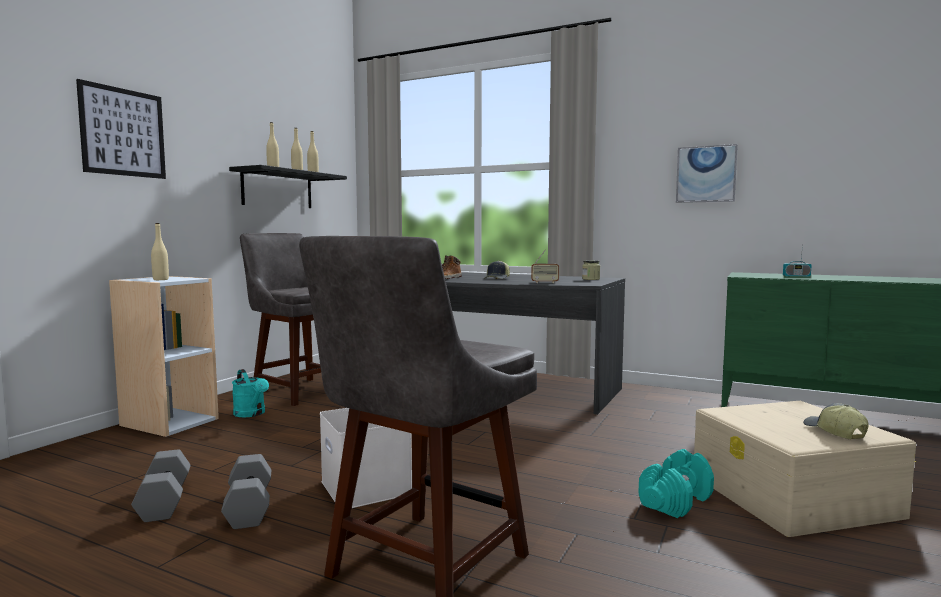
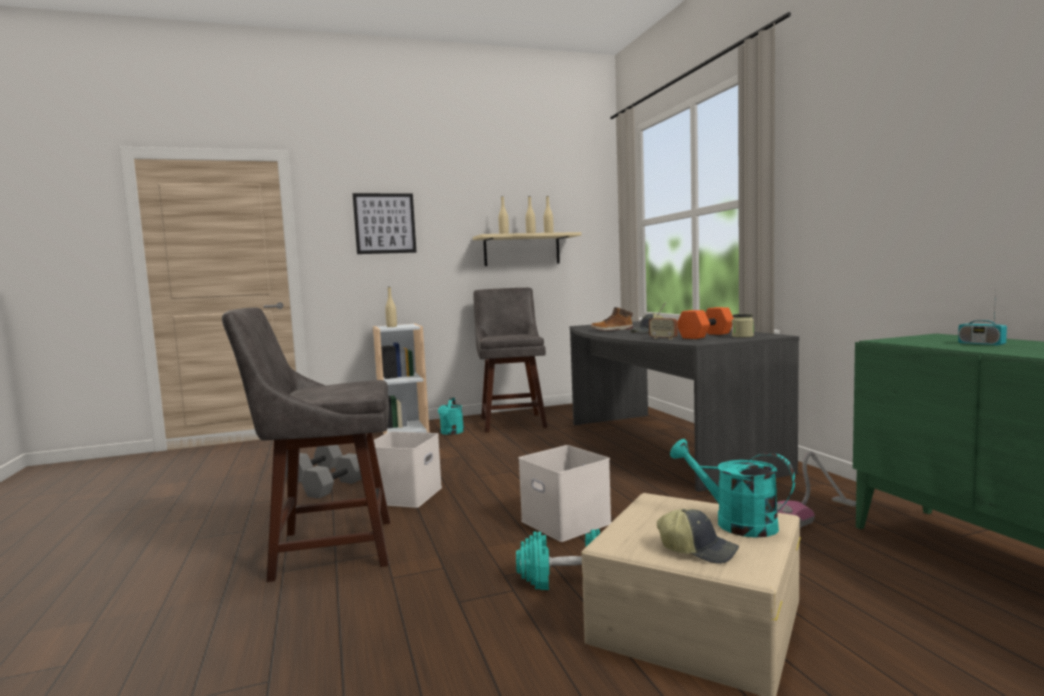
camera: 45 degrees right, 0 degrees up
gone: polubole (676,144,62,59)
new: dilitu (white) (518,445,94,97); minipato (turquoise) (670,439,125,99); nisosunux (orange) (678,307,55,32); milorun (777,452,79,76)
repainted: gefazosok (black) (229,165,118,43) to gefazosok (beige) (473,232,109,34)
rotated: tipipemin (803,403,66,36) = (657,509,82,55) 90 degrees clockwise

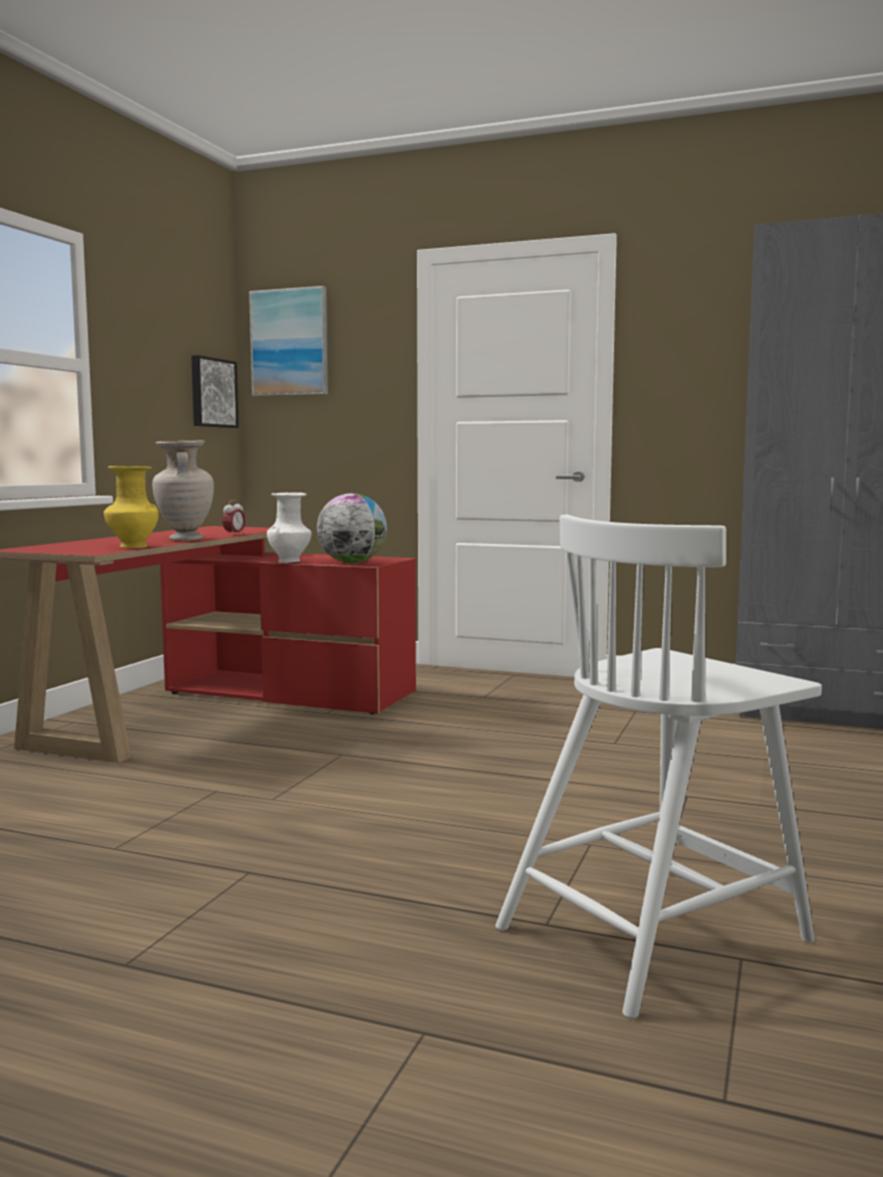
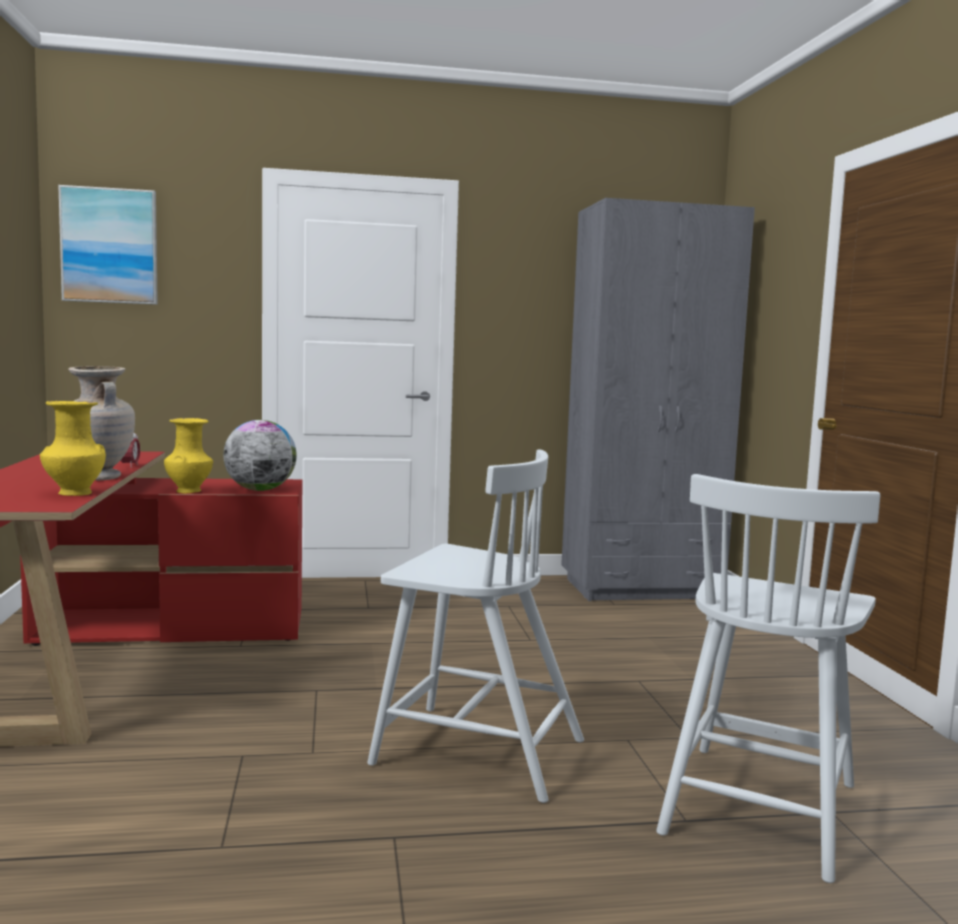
camera: 30 degrees left, 0 degrees up
gone: polubole (191,355,48,73)
new: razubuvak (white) (367,449,217,354)
repainted: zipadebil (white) (267,492,45,71) to zipadebil (yellow) (164,418,49,75)

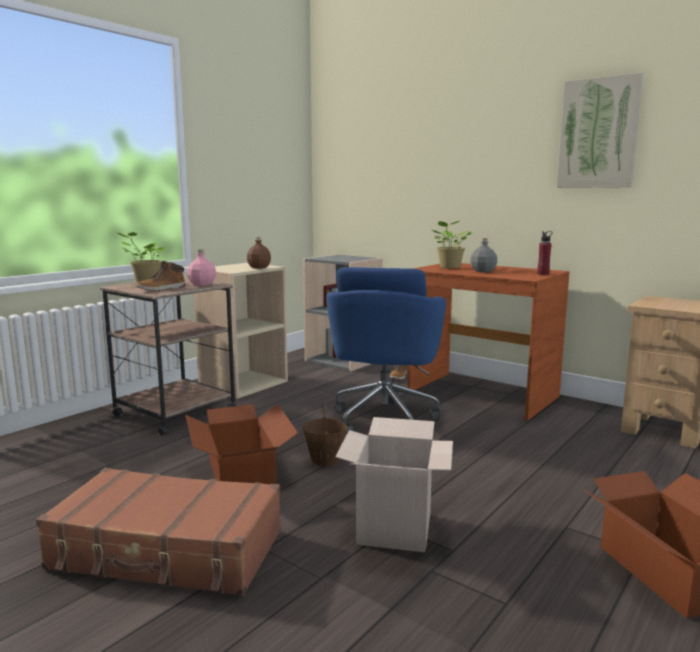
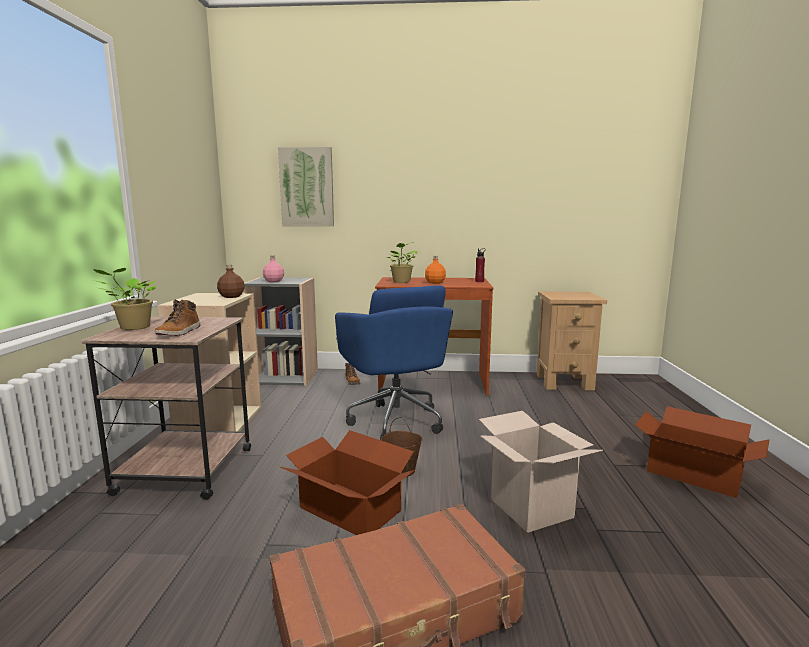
camera: 35 degrees left, 0 degrees up
shifted: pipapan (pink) (187,249,29,37) to (263,255,21,27); polubole (557,72,86,116) to (278,147,56,79)
repainted: pipapan (grey) (470,238,27,34) to pipapan (orange) (425,256,21,28)

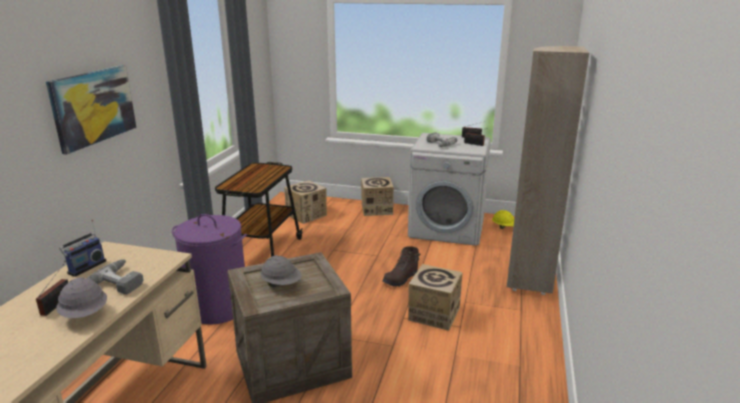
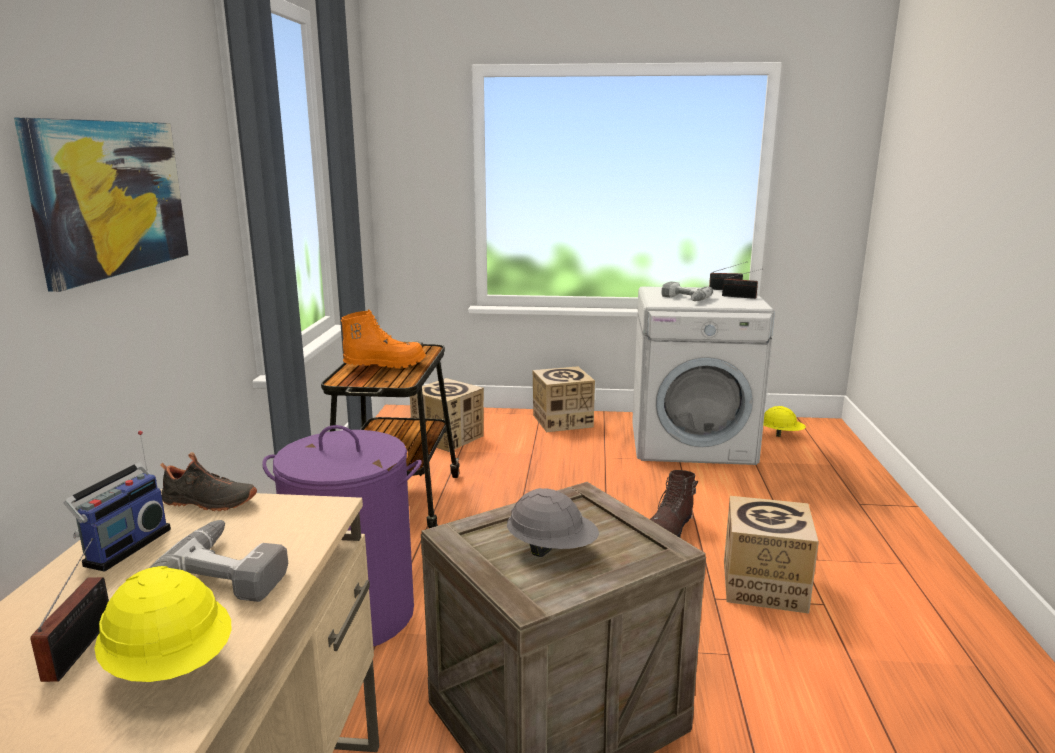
camera: 10 degrees left, 5 degrees down
gone: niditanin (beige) (507,46,82,249)
new: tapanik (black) (160,452,97,59); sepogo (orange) (341,309,85,59)
repainted: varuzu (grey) (56,278,51,40) to varuzu (yellow) (94,566,137,116)

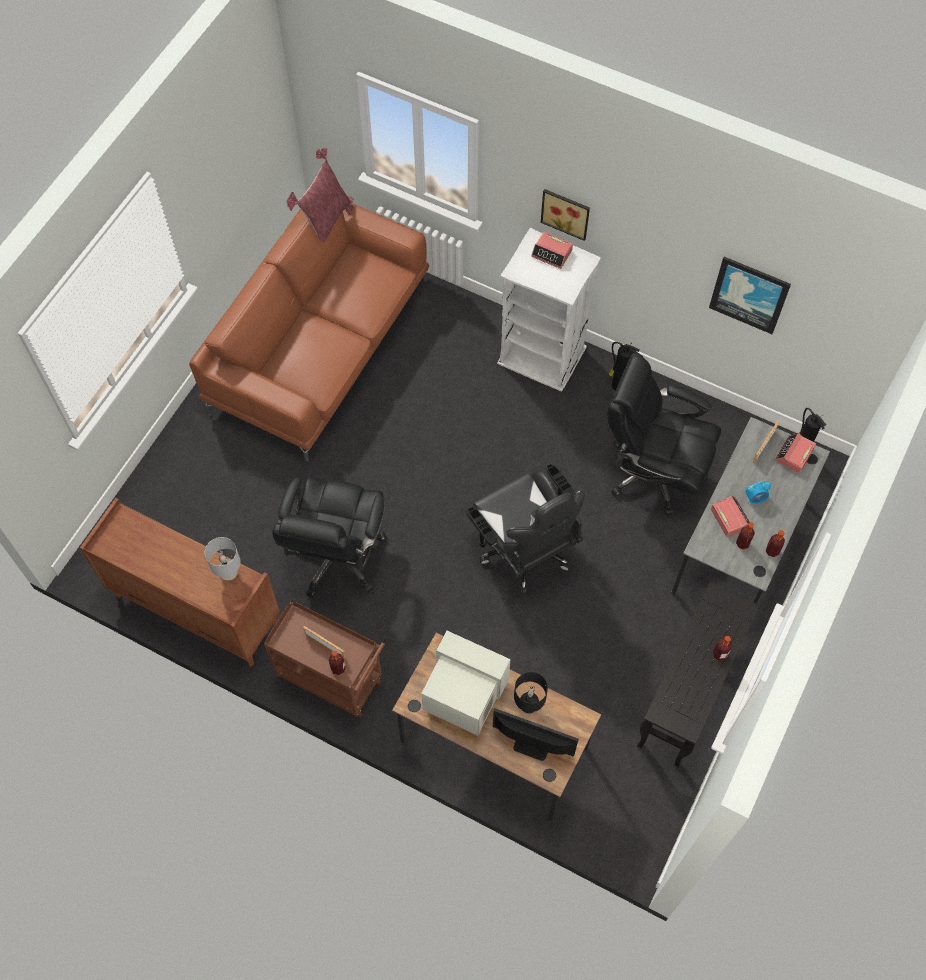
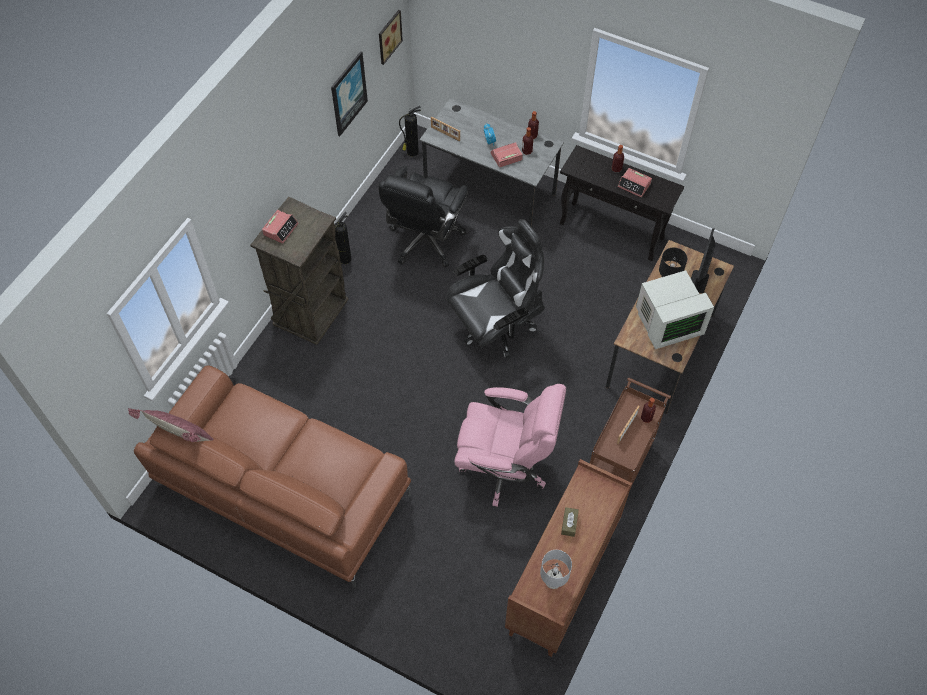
camera: 90 degrees left, 5 degrees down
new: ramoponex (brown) (561,507,18,30)
shifted: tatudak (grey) (205,537,36,44) to (540,550,32,39); polubole (541,189,49,52) to (379,10,24,55); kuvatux (775,433,41,40) to (618,168,34,29)
repainted: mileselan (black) (272,477,115,120) to mileselan (pink) (454,384,112,123); niditanin (white) (497,228,104,163) to niditanin (brown) (250,197,99,148)
rotated: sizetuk (421,630,90,106) = (636,270,78,79) 135 degrees counterclockwise

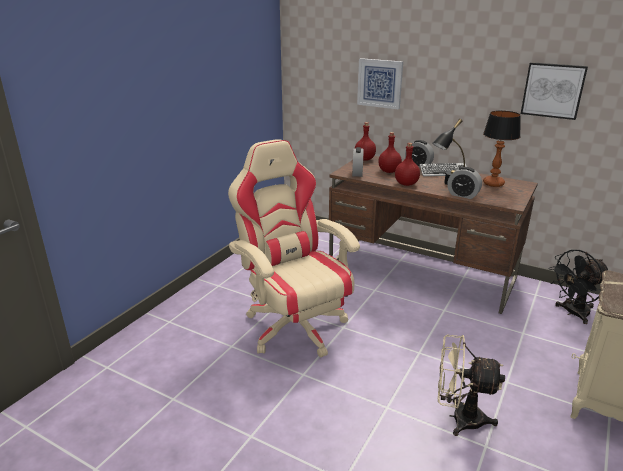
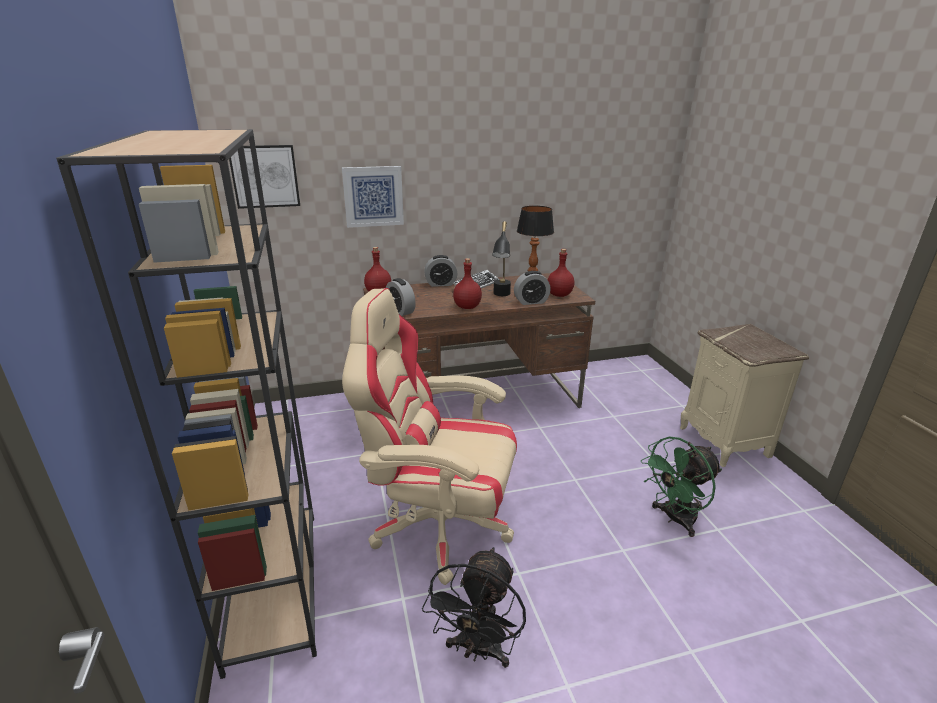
camera: 45 degrees left, 0 degrees up
new: niditanin (56,129,261,550)
shifted: pipapan (red) (378,132,24,41) to (548,249,26,48); polubole (521,62,67,58) to (229,145,71,64); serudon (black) (549,250,59,74) to (422,547,104,121)
repainted: serudon (beige) (438,334,67,102) to serudon (green) (641,436,81,101)

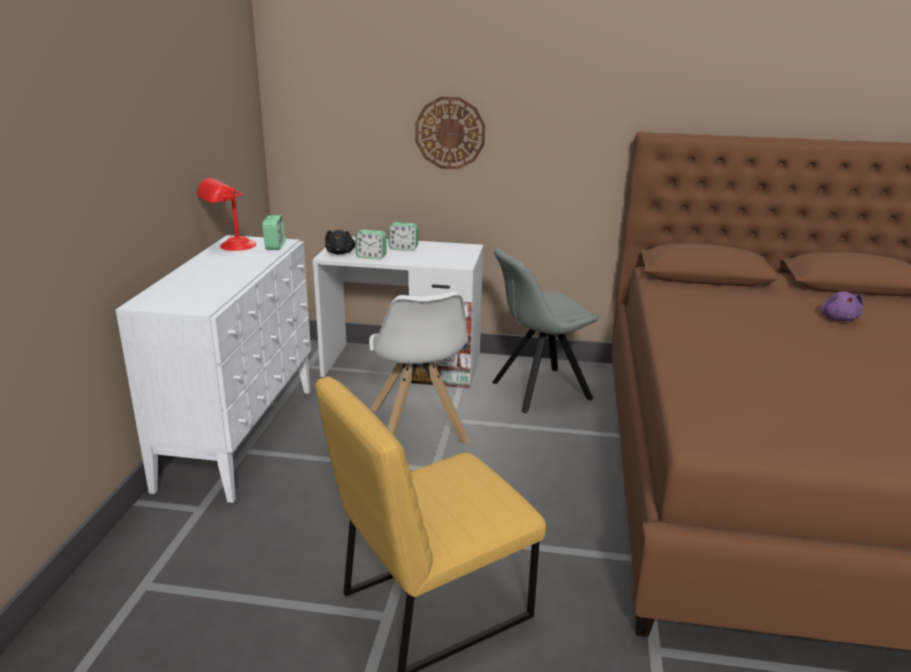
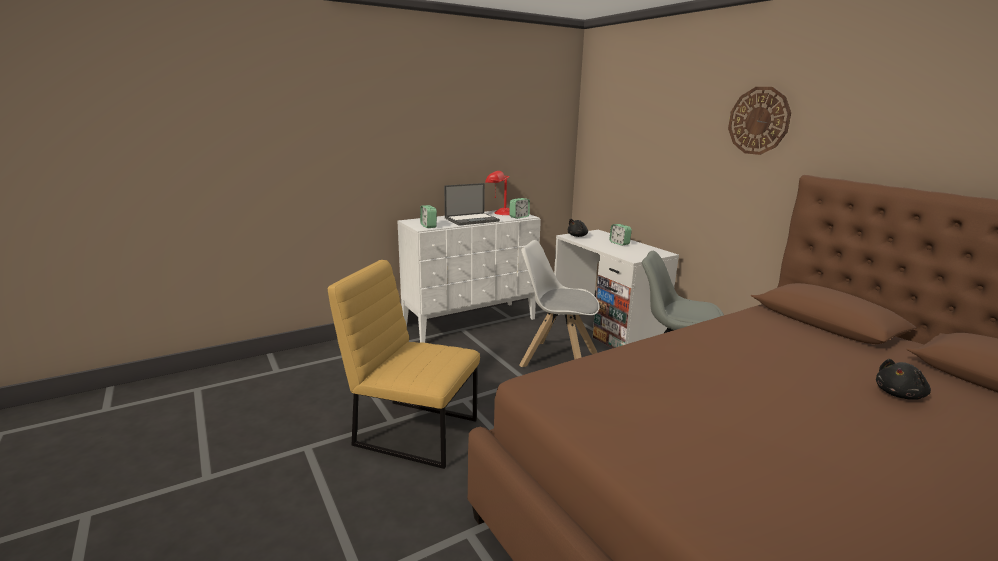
camera: 50 degrees right, 5 degrees down
new: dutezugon (444,183,56,43)
shifted: kuvatux (355,229,32,31) to (420,205,17,23); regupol (415,96,70,73) to (728,87,63,68)
repainted: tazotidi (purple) (821,292,43,29) to tazotidi (black) (876,359,55,41)
rotated: razubuvak (369,291,101,153) = (519,240,80,127) 75 degrees clockwise

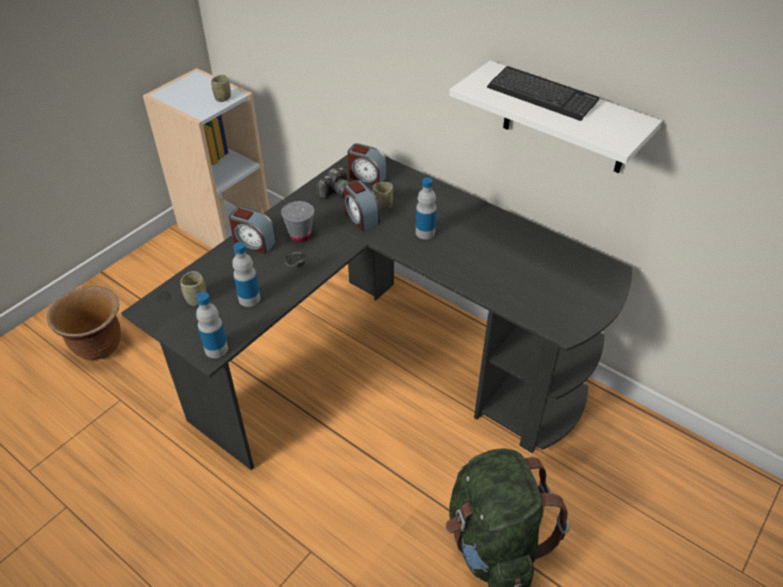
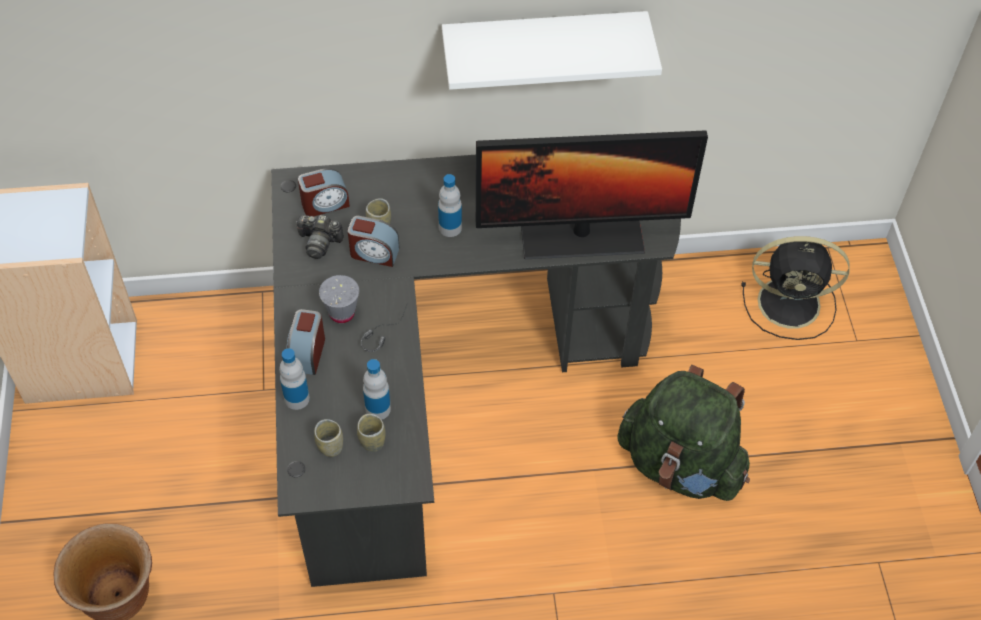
camera: 45 degrees left, 10 degrees up
gone: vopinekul (487,66,113,55)
new: sizetuk (476,130,232,129); serudon (black) (742,236,108,104)
shifted: pipapan (196,292,32,66) to (279,348,31,62); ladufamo (211,75,20,27) to (357,414,29,38)
rotated: kuvatux (229,206,47,48) = (286,309,39,66) 120 degrees clockwise; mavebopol (317,167,32,32) = (296,215,48,44) 105 degrees clockwise

